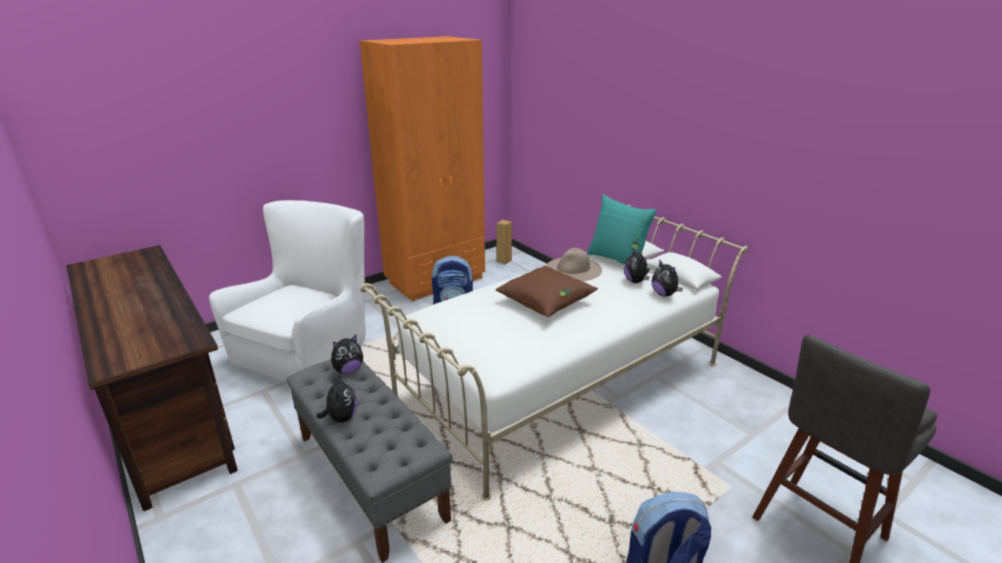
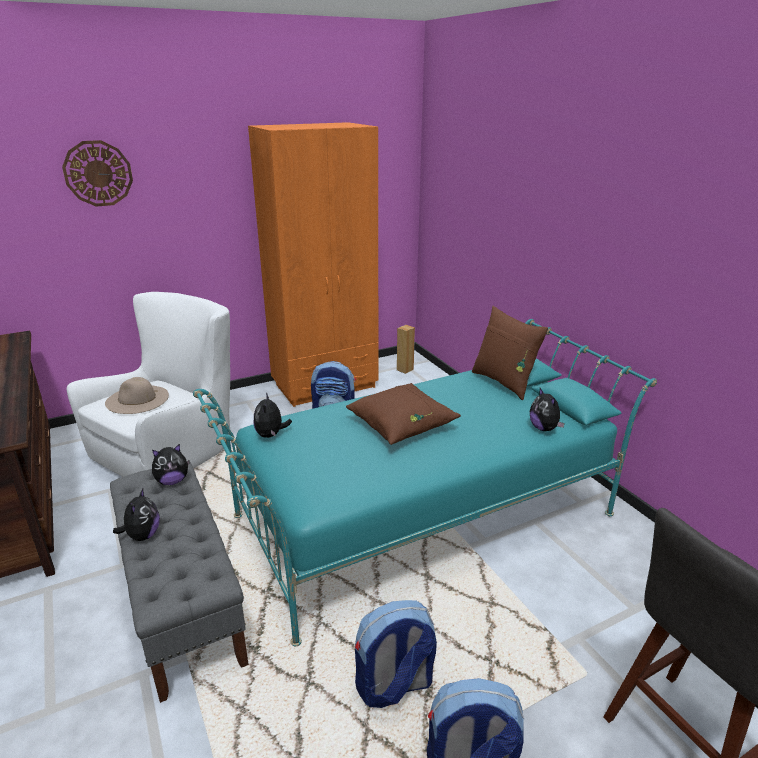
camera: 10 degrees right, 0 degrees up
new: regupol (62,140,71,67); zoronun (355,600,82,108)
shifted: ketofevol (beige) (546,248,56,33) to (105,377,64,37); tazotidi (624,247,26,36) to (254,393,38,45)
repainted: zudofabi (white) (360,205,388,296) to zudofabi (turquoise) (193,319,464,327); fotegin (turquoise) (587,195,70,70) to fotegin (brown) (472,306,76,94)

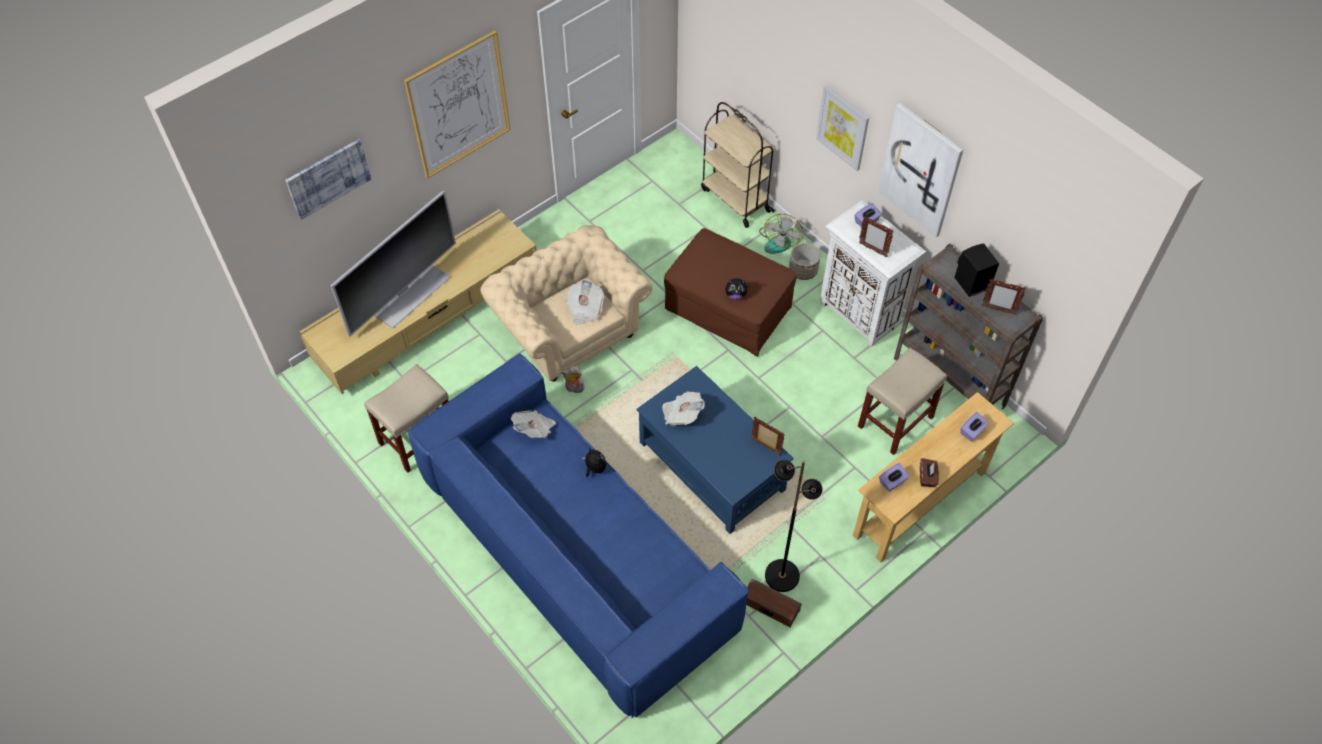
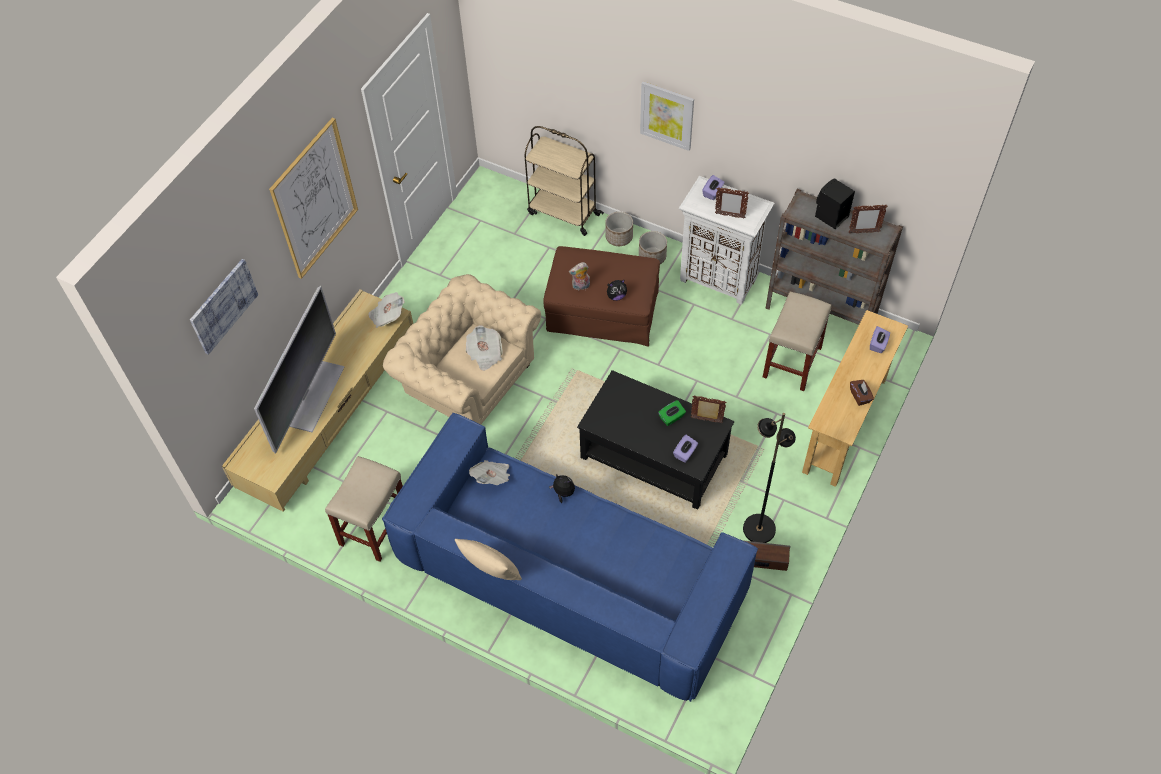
camera: 20 degrees left, 0 degrees up
gone: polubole (878,103,86,135)
new: fotegin (beige) (455,539,67,41); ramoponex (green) (658,400,28,26)
shifted: tazotidi (560,367,26,26) to (569,262,21,29); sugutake (662,391,43,34) to (368,292,37,36); ramoponex (purple) (879,463,31,29) to (673,435,25,28)
swapped: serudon (759,214,44,40) to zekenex (605,212,28,34)
repainted: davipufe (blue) (637,366,157,168) to davipufe (black) (577,370,157,140)

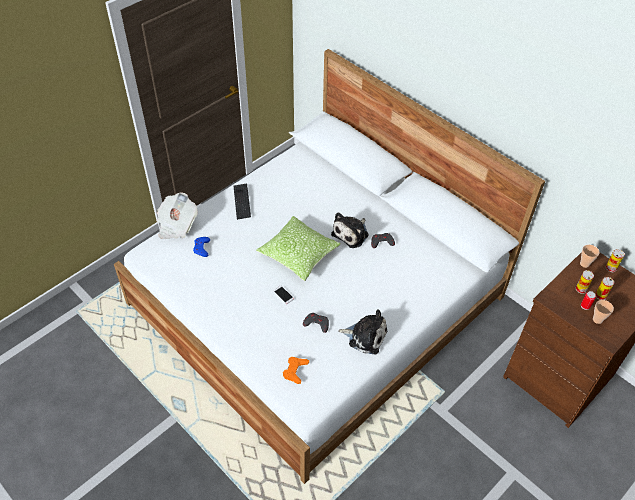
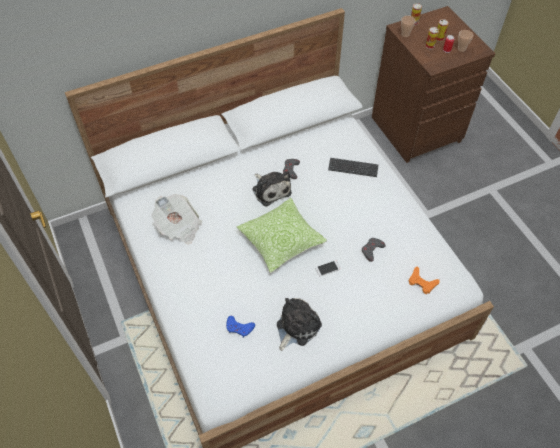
camera: 70 degrees left, 5 degrees up
shifted: sugutake (156,192,41,47) to (151,194,51,50); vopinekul (234,184,17,36) to (328,158,50,19); tazotidi (338,309,49,45) to (277,298,45,53)

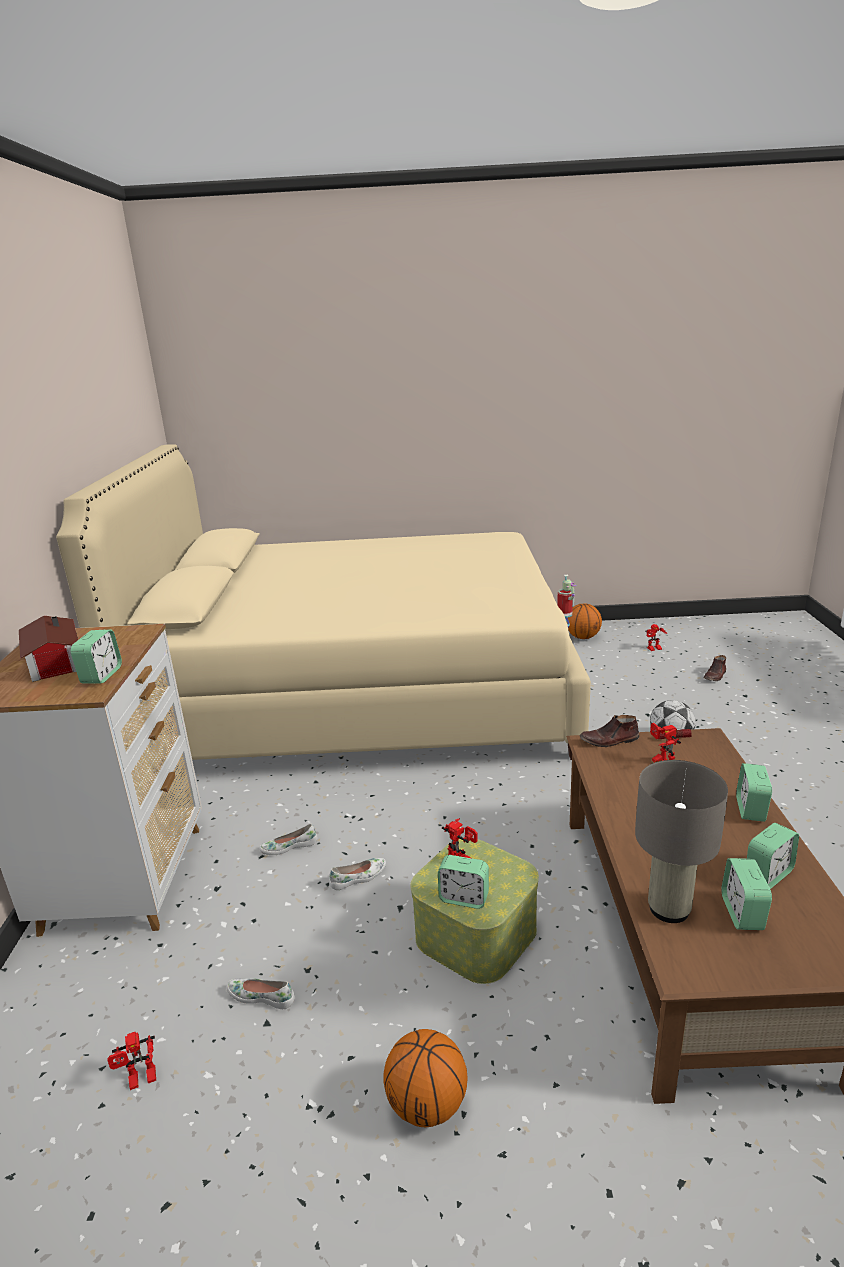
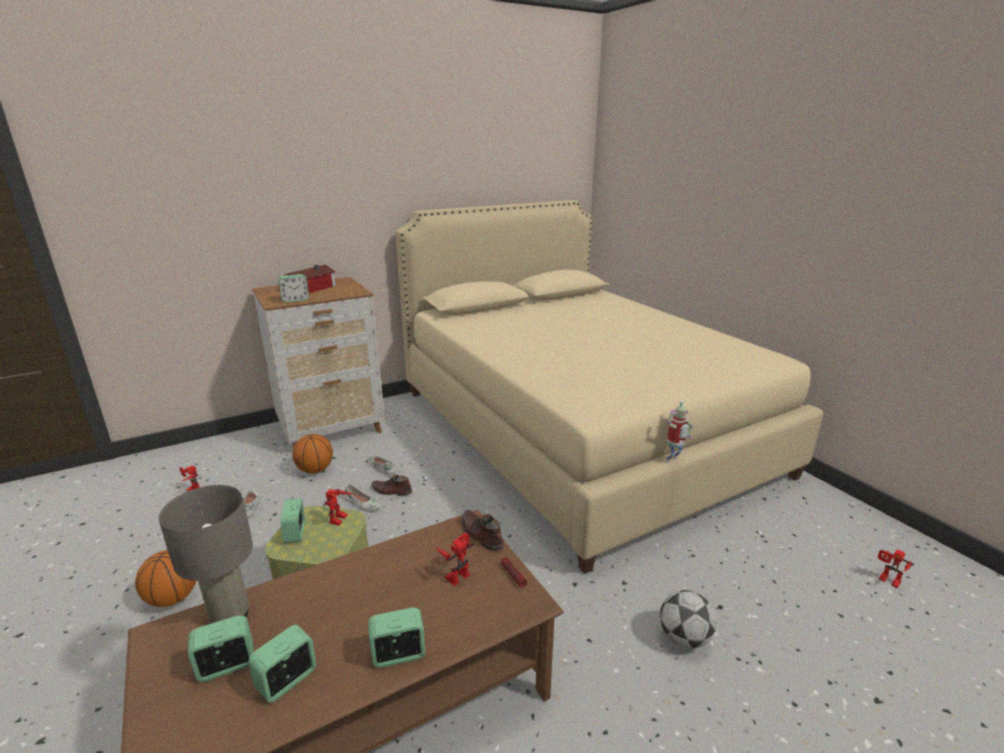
camera: 60 degrees right, 0 degrees up
shifted: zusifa (568,603,34,36) to (292,434,41,40); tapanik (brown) (703,655,23,26) to (371,475,41,21)
rotated: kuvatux (747,823,52,66) = (248,625,68,78) 105 degrees clockwise

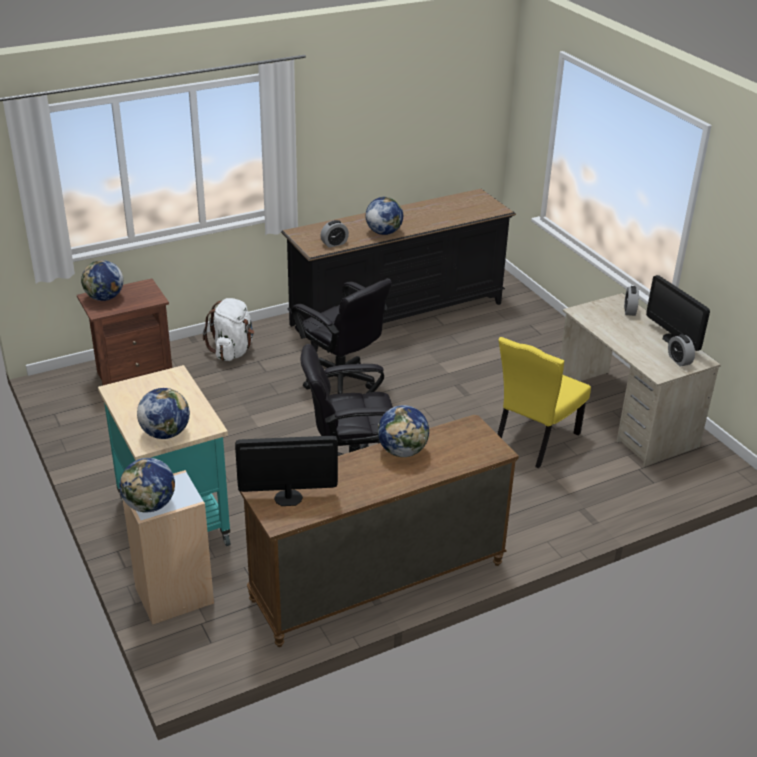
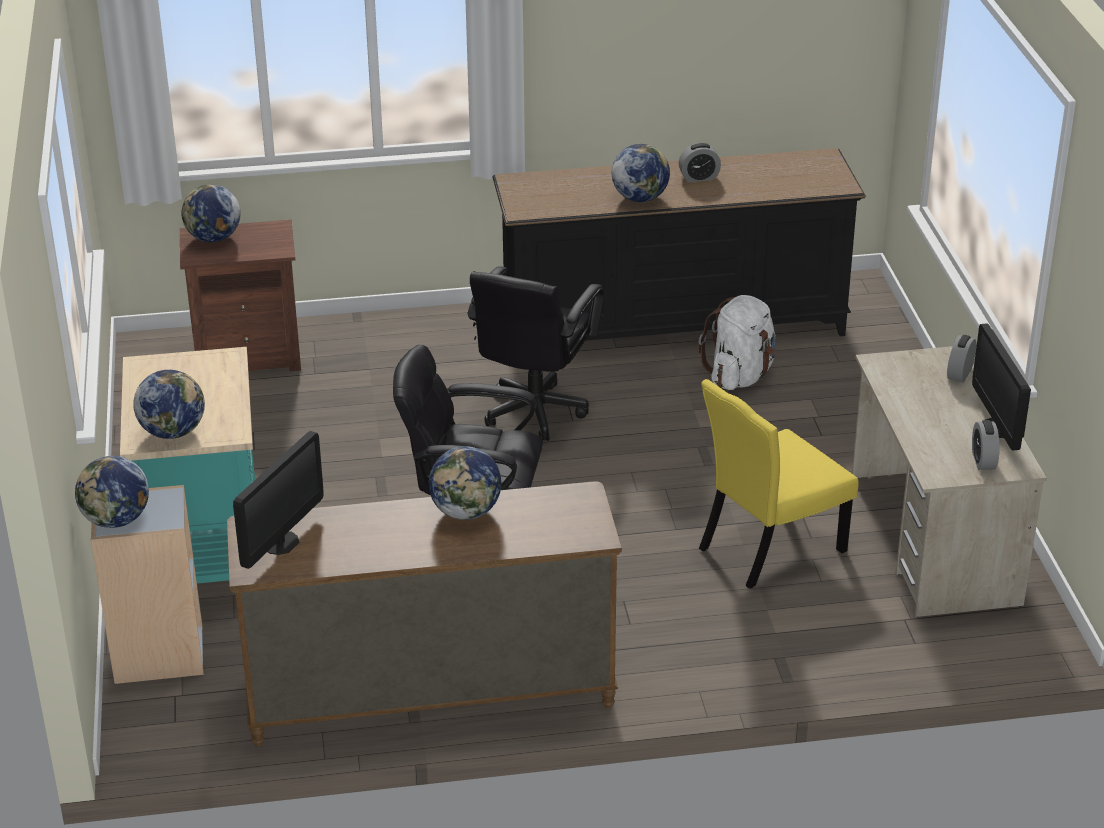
camera: 20 degrees right, 0 degrees up
shifted: zoronun (white) (203,298,51,63) to (698,295,77,95); kuvatux (320,220,29,28) to (679,143,42,39)
rotated: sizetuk (235,436,103,70) = (233,431,91,138) 105 degrees clockwise; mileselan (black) (292,278,100,116) = (468,266,136,175) 45 degrees clockwise

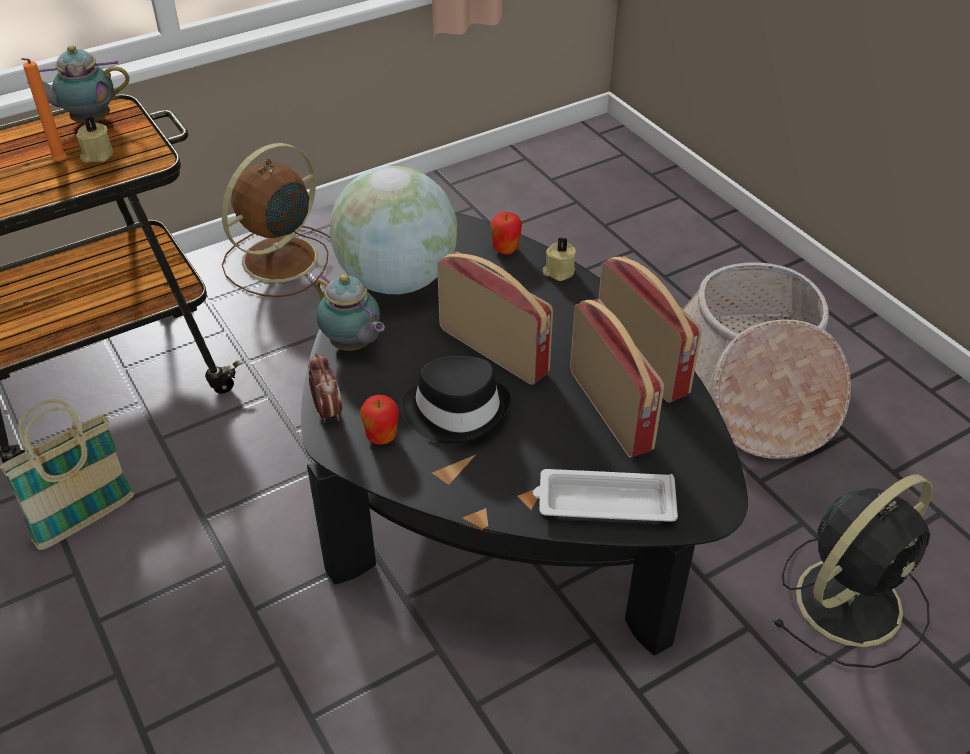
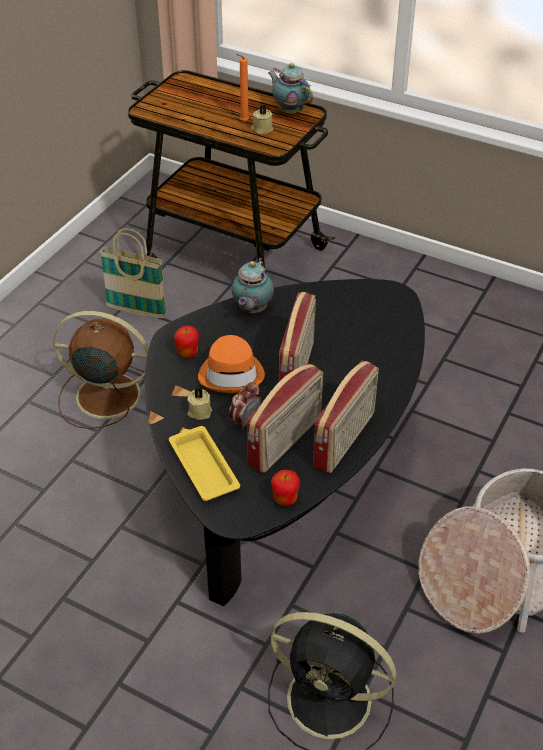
camera: 60 degrees right, 0 degrees up
gone: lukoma (330,166,127,128)
shifted: serudon (brown) (222,143,108,154) to (53,311,96,118); kuvatux (308,353,34,70) to (229,382,33,48); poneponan (491,212,31,43) to (271,470,29,36); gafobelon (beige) (543,237,33,44) to (187,387,25,33)
repainted: ketofevol (black) (402,356,108,88) to ketofevol (orange) (198,335,67,58); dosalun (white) (533,469,145,53) to dosalun (yellow) (169,426,71,75)

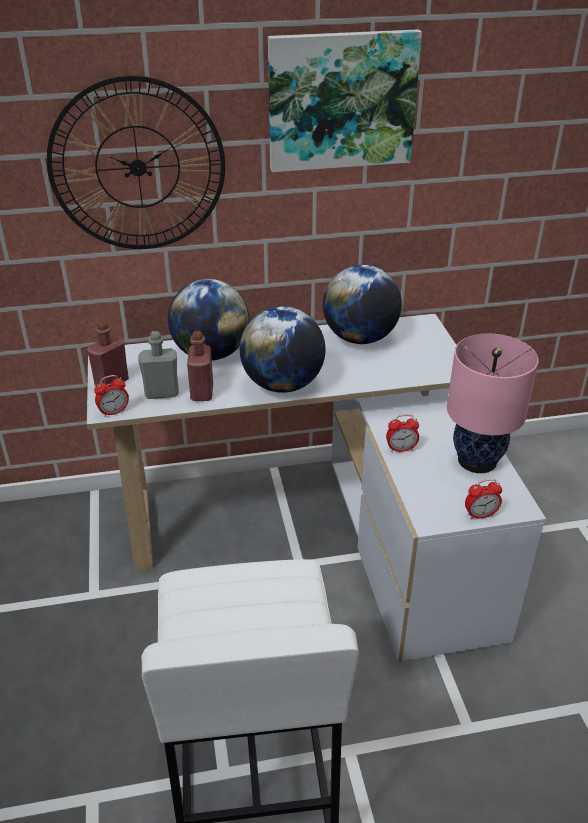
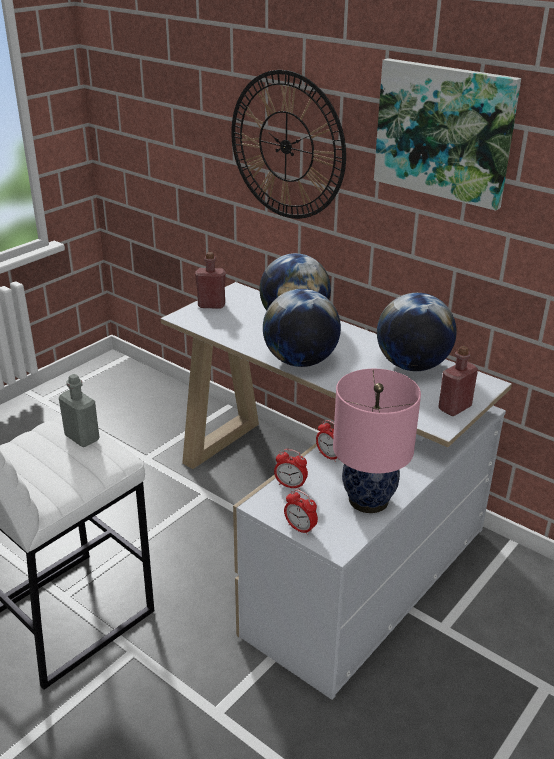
camera: 50 degrees right, 5 degrees down
shifted: kuvatux (94,375,35,42) to (274,449,34,41); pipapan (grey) (138,331,41,68) to (59,374,40,73); pipapan (red) (187,331,26,70) to (438,346,40,70)

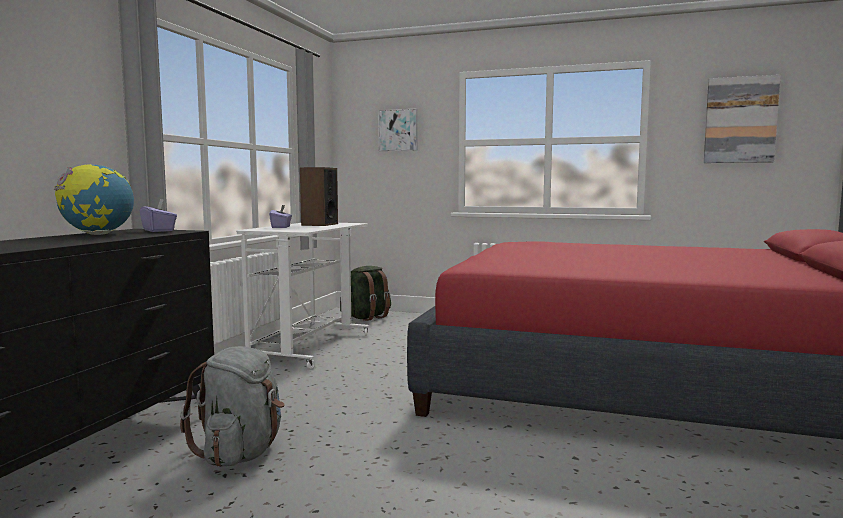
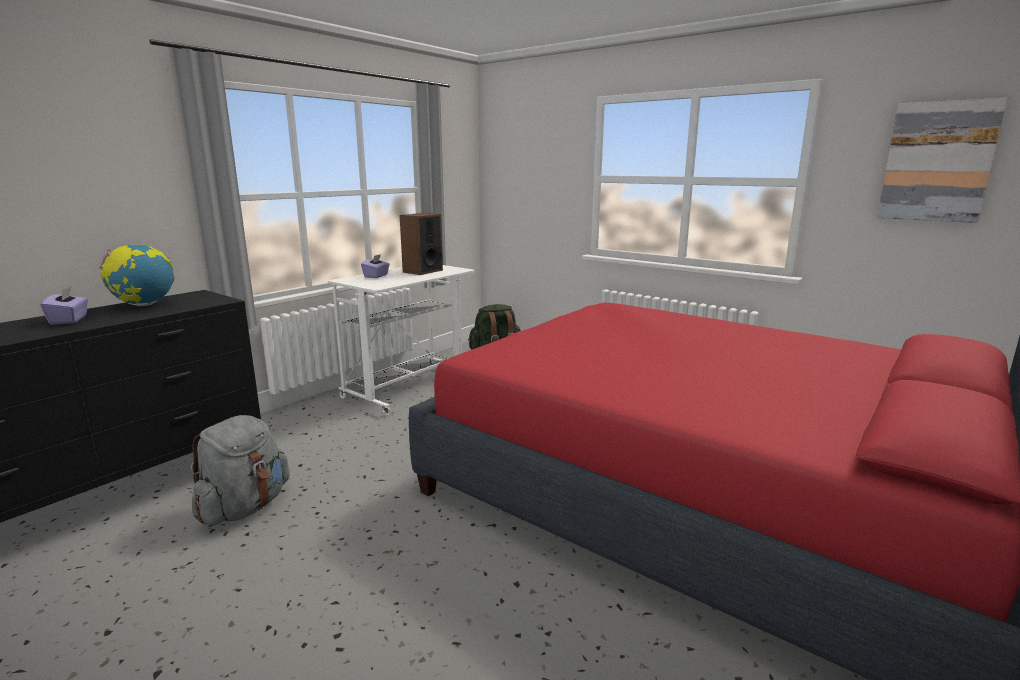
camera: 20 degrees right, 10 degrees up
gone: polubole (378,109,40,42)
shifted: ramoponex (purple) (140,199,37,33) to (40,286,48,39)

